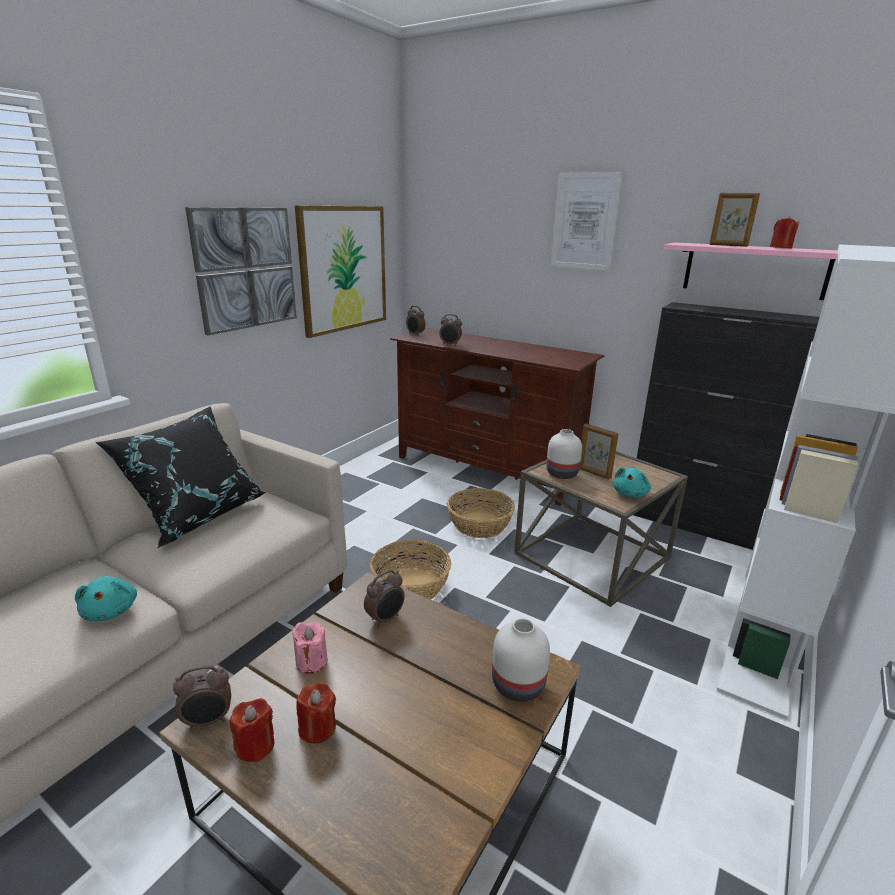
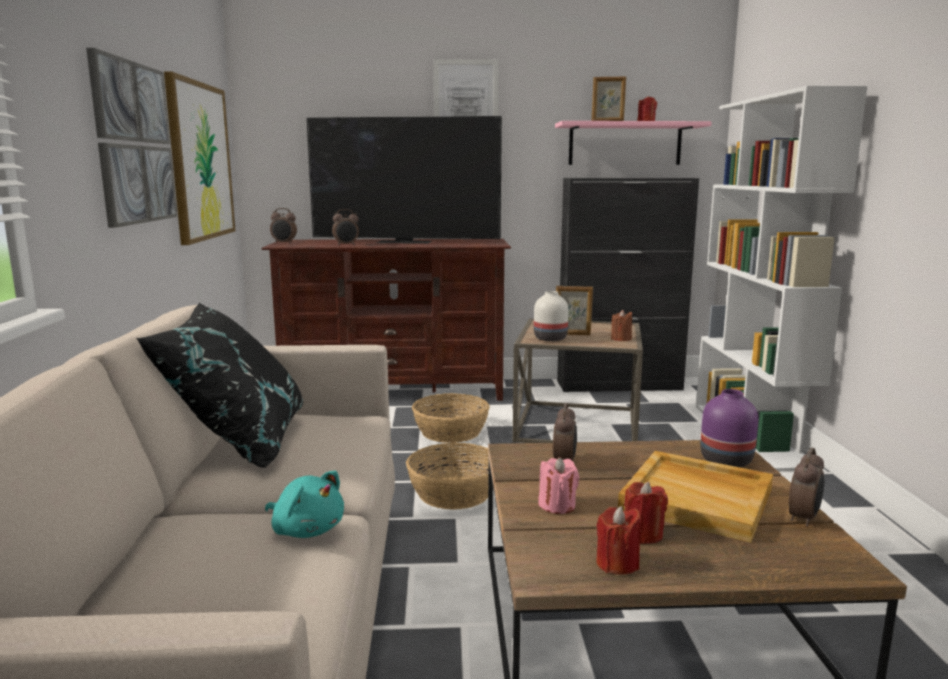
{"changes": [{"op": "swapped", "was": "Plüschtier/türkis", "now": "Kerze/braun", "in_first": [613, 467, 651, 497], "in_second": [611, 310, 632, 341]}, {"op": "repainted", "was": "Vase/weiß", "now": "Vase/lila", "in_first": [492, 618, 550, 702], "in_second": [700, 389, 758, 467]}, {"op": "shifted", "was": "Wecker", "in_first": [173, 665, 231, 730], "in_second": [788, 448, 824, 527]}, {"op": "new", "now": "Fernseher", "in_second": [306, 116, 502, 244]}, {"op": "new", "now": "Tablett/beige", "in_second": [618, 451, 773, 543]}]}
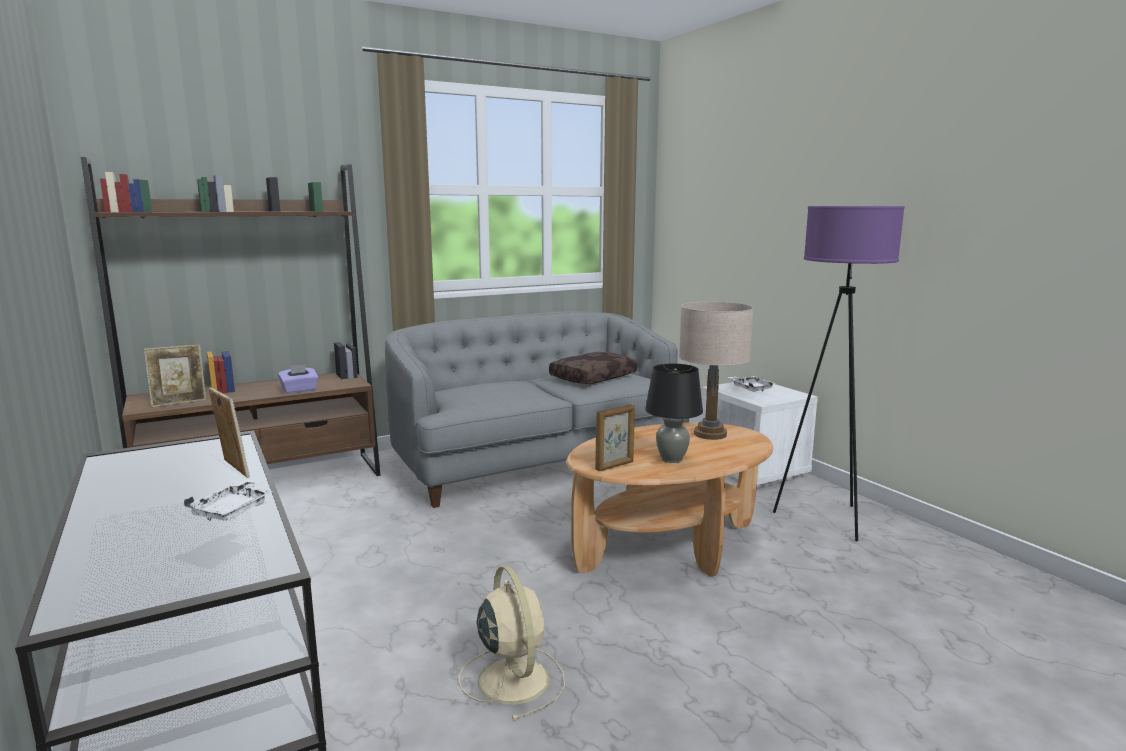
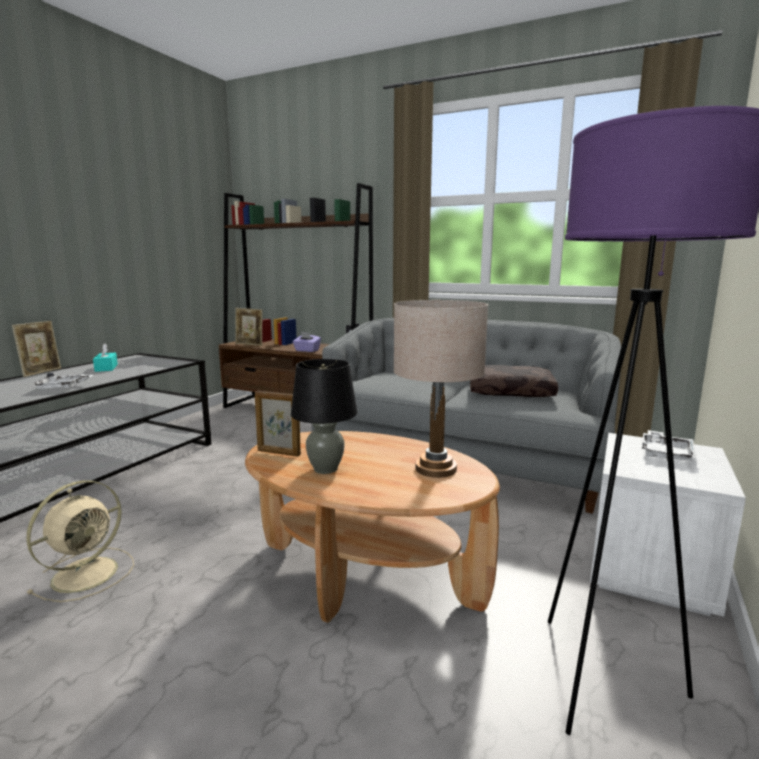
{"changes": [{"op": "shifted", "was": "Bilderrahmen", "in_first": [209, 388, 250, 478], "in_second": [12, 321, 61, 377]}, {"op": "new", "now": "Taschentuchbox/türkis", "in_second": [93, 343, 118, 372]}]}
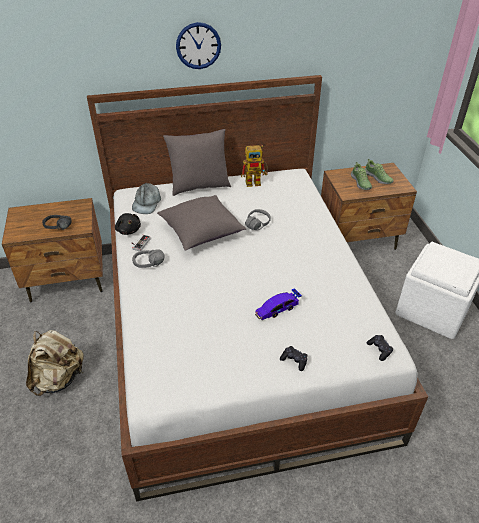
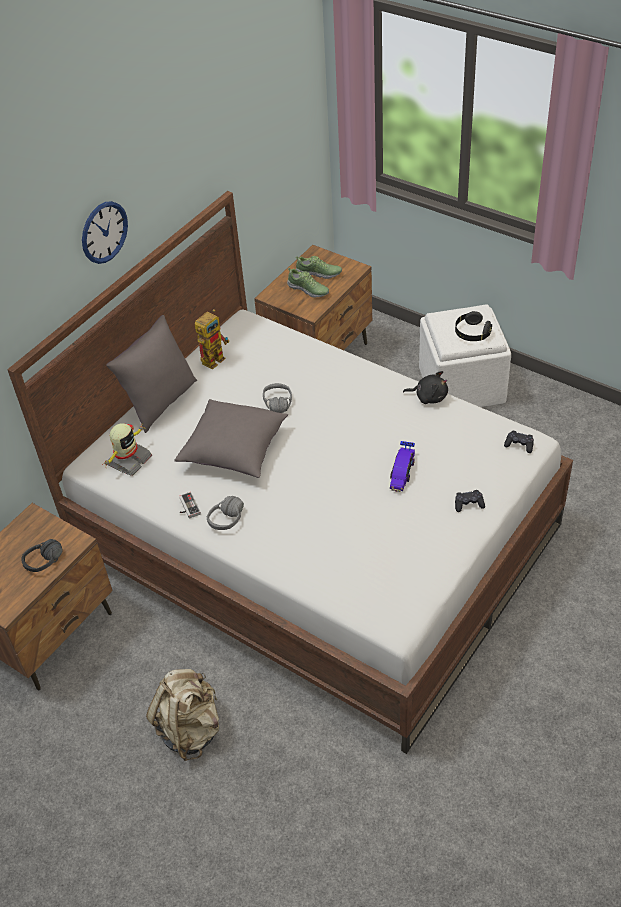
{"changes": [{"op": "swapped", "was": "Kappe/grau", "now": "Spielzeugroboter", "in_first": [132, 183, 161, 214], "in_second": [102, 423, 152, 476]}, {"op": "shifted", "was": "Plüschtier/schwarz", "in_first": [115, 213, 141, 235], "in_second": [403, 371, 448, 404]}, {"op": "new", "now": "Kopfhörer/schwarz", "in_second": [455, 311, 492, 341]}]}
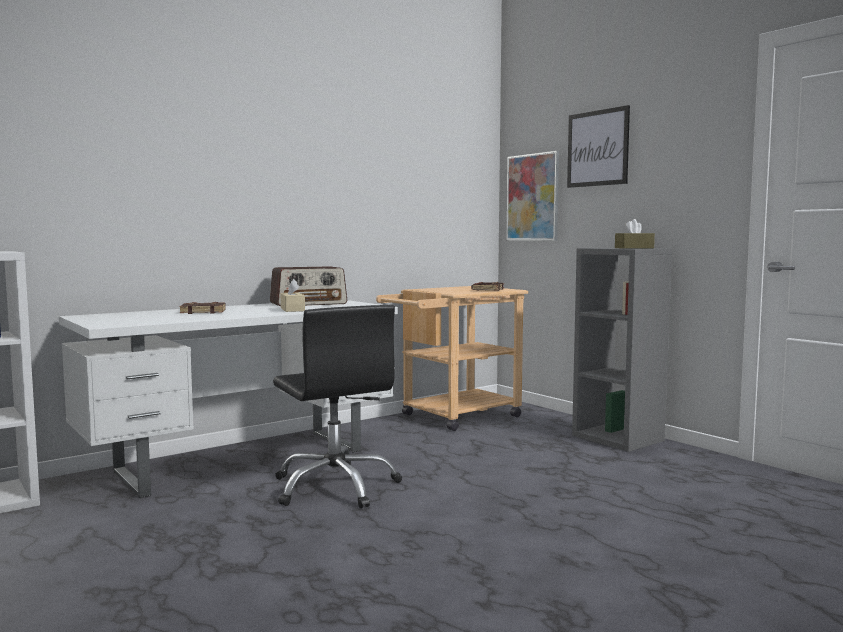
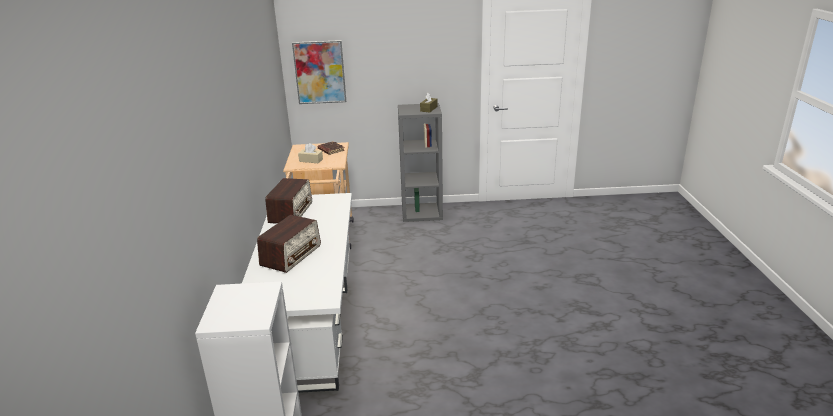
{"changes": [{"op": "gone", "was": "Bild", "in_first": [567, 105, 630, 188]}, {"op": "shifted", "was": "Taschentuchbox/beige", "in_first": [281, 279, 305, 312], "in_second": [298, 143, 323, 163]}, {"op": "swapped", "was": "Buch/braun", "now": "Radio", "in_first": [180, 302, 226, 314], "in_second": [257, 215, 321, 273]}, {"op": "gone", "was": "Bürostuhl/schwarz", "in_first": [273, 305, 402, 508]}]}
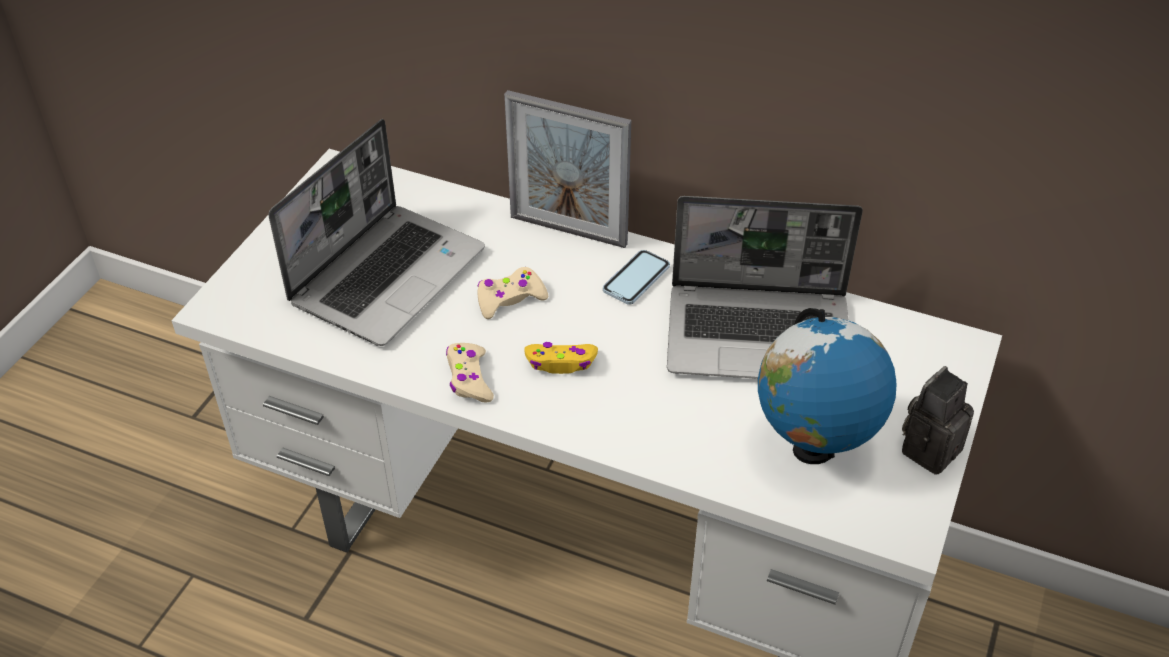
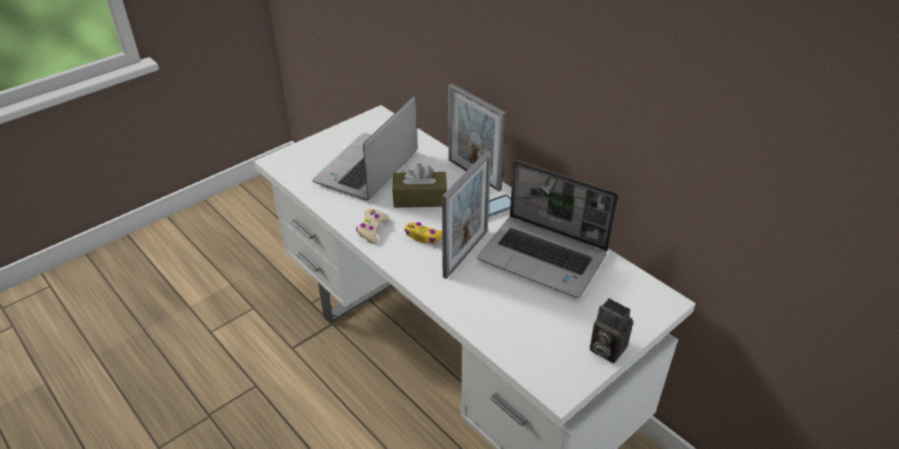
{"changes": [{"op": "rotated", "was": "Laptop", "in_first": [268, 119, 485, 346], "in_second": [313, 96, 418, 201], "clockwise": 150}, {"op": "swapped", "was": "Gamepad/beige", "now": "Taschentuchbox/braun", "in_first": [477, 267, 548, 319], "in_second": [392, 163, 447, 208]}, {"op": "gone", "was": "Globus", "in_first": [758, 308, 896, 464]}, {"op": "rotated", "was": "Kamera", "in_first": [902, 366, 974, 475], "in_second": [590, 298, 633, 363], "clockwise": -120}, {"op": "new", "now": "Bilderrahmen", "in_second": [442, 150, 491, 279]}]}
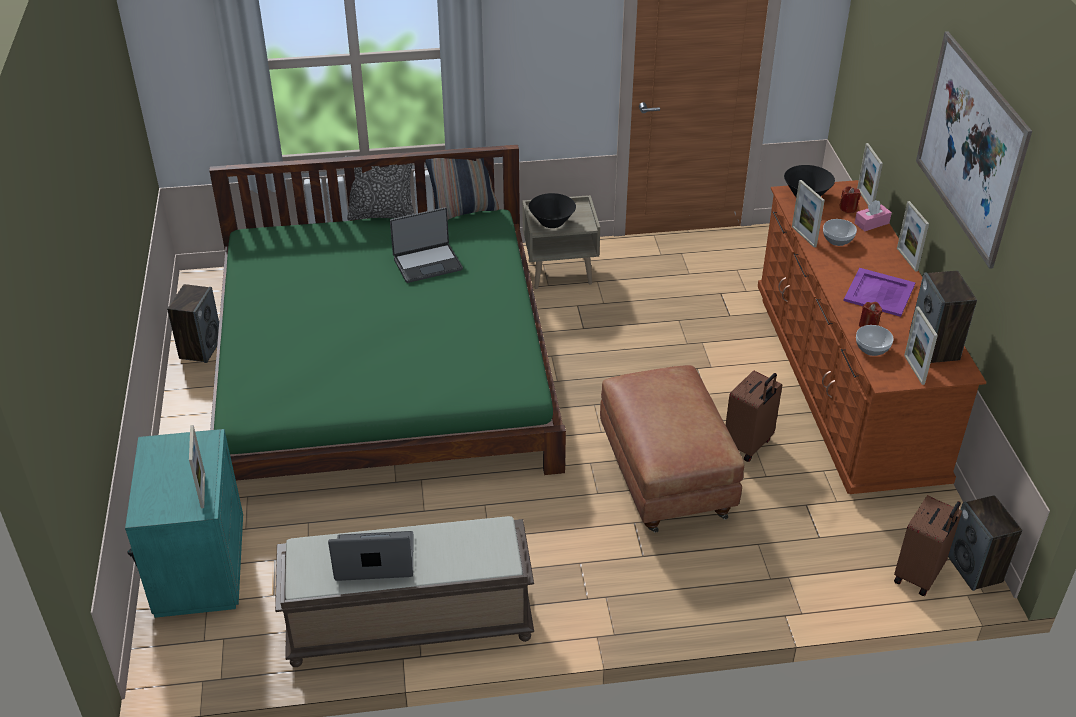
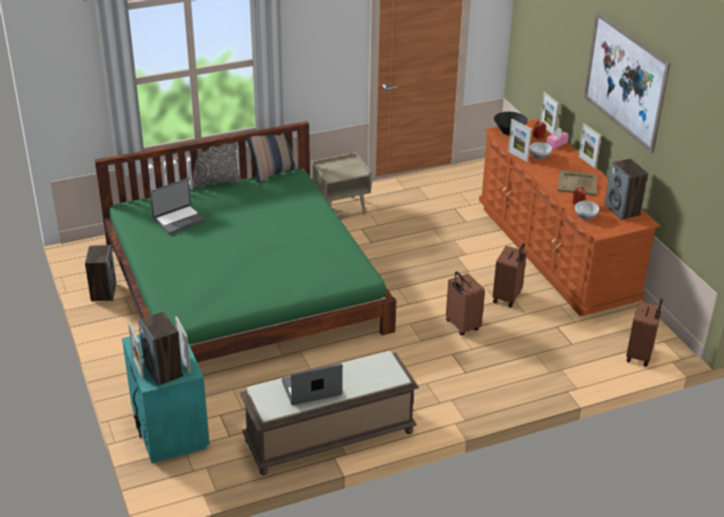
{"changes": [{"op": "gone", "was": "Schüssel/schwarz", "in_first": [529, 193, 576, 228]}, {"op": "shifted", "was": "Laptop", "in_first": [390, 207, 463, 283], "in_second": [150, 178, 206, 234]}, {"op": "repainted", "was": "Tablett/lila", "now": "Tablett/beige", "in_first": [843, 268, 915, 317], "in_second": [558, 170, 598, 196]}, {"op": "shifted", "was": "Bilderrahmen", "in_first": [904, 306, 938, 385], "in_second": [128, 322, 144, 379]}, {"op": "swapped", "was": "Polsterhocker/braun", "now": "Koffer/braun", "in_first": [600, 365, 744, 533], "in_second": [446, 271, 485, 335]}, {"op": "shifted", "was": "Lautsprecher", "in_first": [948, 495, 1022, 591], "in_second": [138, 311, 183, 386]}]}
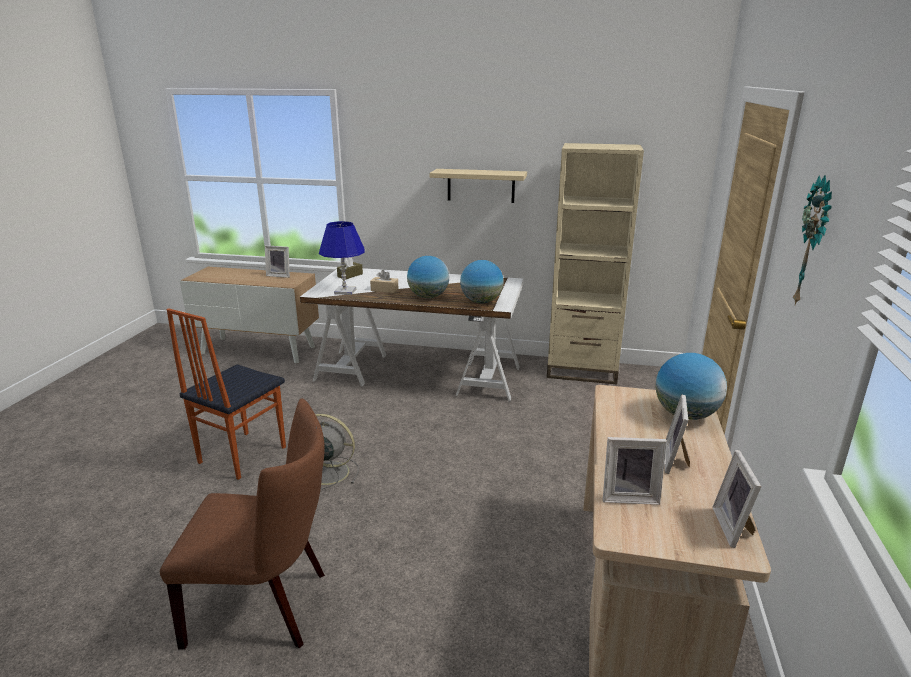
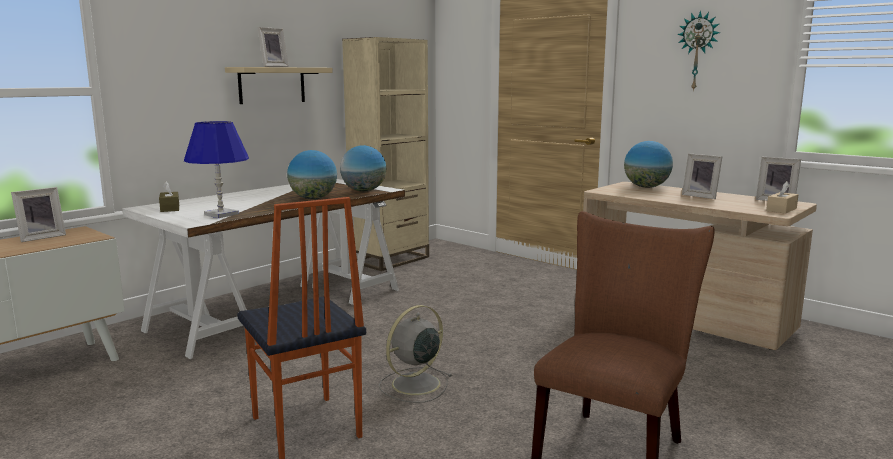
{"changes": [{"op": "shifted", "was": "Taschentuchbox/beige", "in_first": [370, 270, 398, 293], "in_second": [766, 181, 798, 214]}, {"op": "shifted", "was": "Bilderrahmen", "in_first": [603, 437, 667, 505], "in_second": [258, 27, 289, 67]}]}
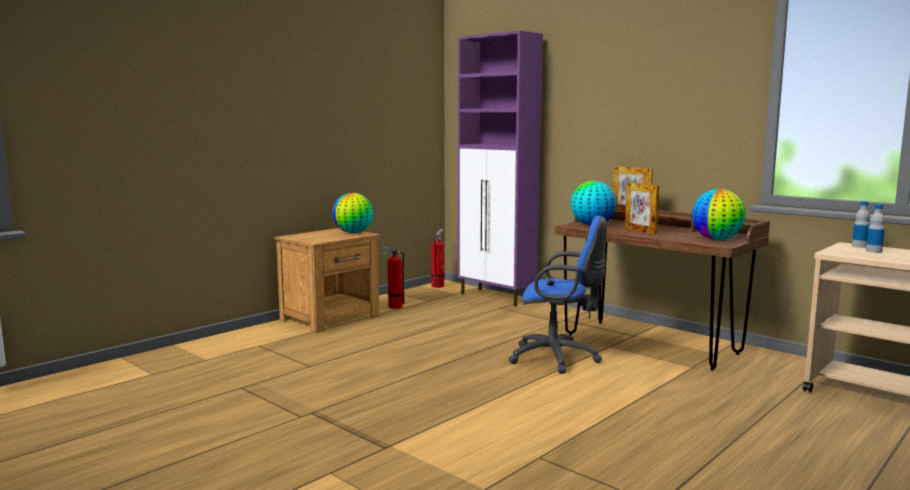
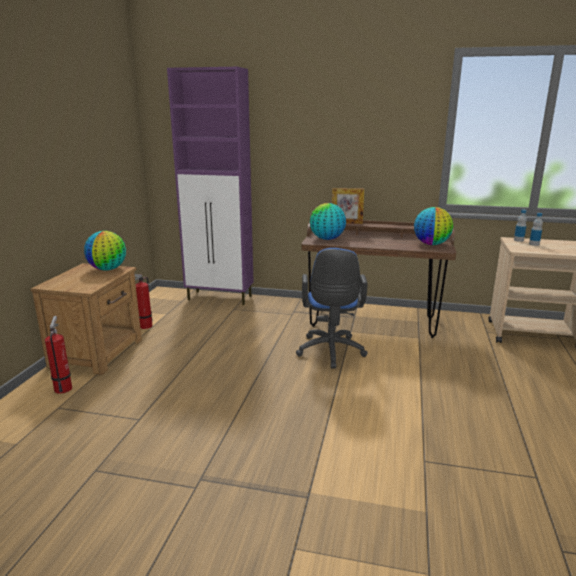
{"changes": [{"op": "gone", "was": "Bilderrahmen", "in_first": [625, 182, 659, 234]}, {"op": "rotated", "was": "Bürostuhl/blau", "in_first": [508, 216, 607, 374], "in_second": [296, 248, 368, 368], "clockwise": 105}, {"op": "shifted", "was": "Feuerlöscher", "in_first": [431, 229, 445, 288], "in_second": [45, 316, 72, 394]}]}
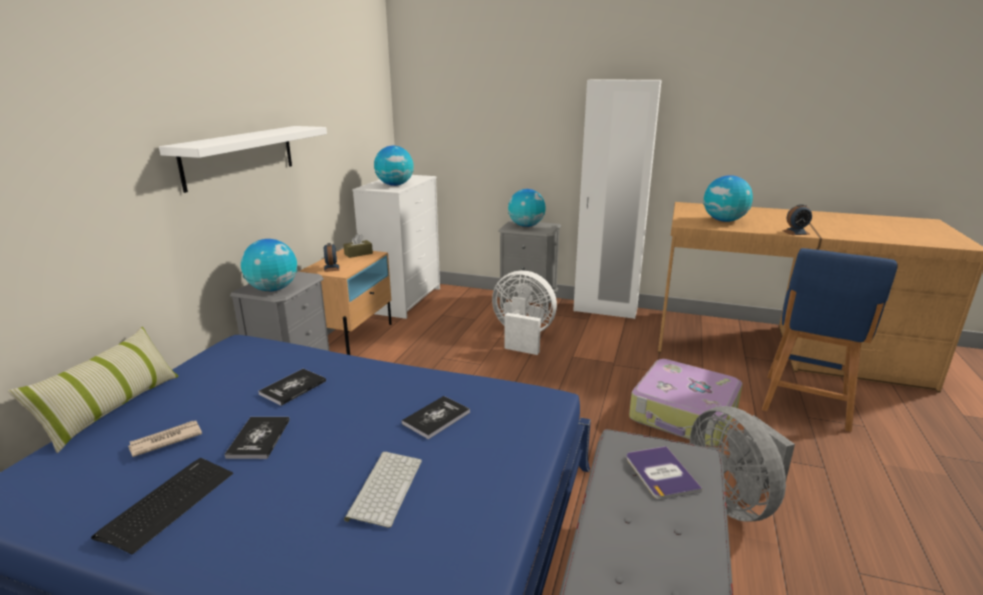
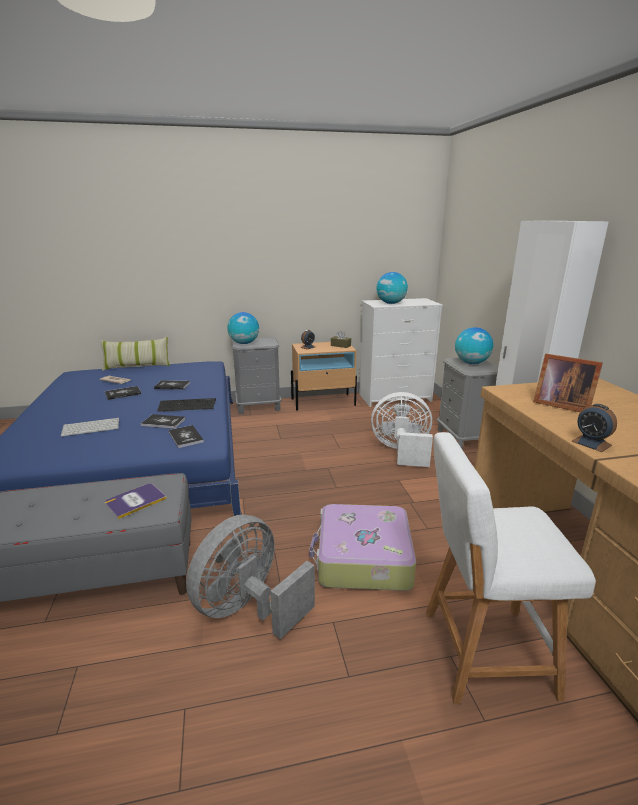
{"changes": [{"op": "gone", "was": "Wandregal/weiß", "in_first": [159, 126, 327, 193]}, {"op": "swapped", "was": "Globus", "now": "Bilderrahmen", "in_first": [703, 175, 753, 222], "in_second": [533, 353, 603, 412]}, {"op": "repainted", "was": "Hocker/blau", "now": "Hocker/weiß", "in_first": [762, 248, 897, 432], "in_second": [426, 432, 596, 704]}, {"op": "rotated", "was": "Ventilator/weiß", "in_first": [492, 270, 557, 355], "in_second": [371, 392, 433, 467], "clockwise": -75}, {"op": "shifted", "was": "Tastatur", "in_first": [91, 458, 233, 554], "in_second": [157, 398, 216, 412]}, {"op": "new", "now": "Buch", "in_second": [169, 425, 204, 448]}]}
